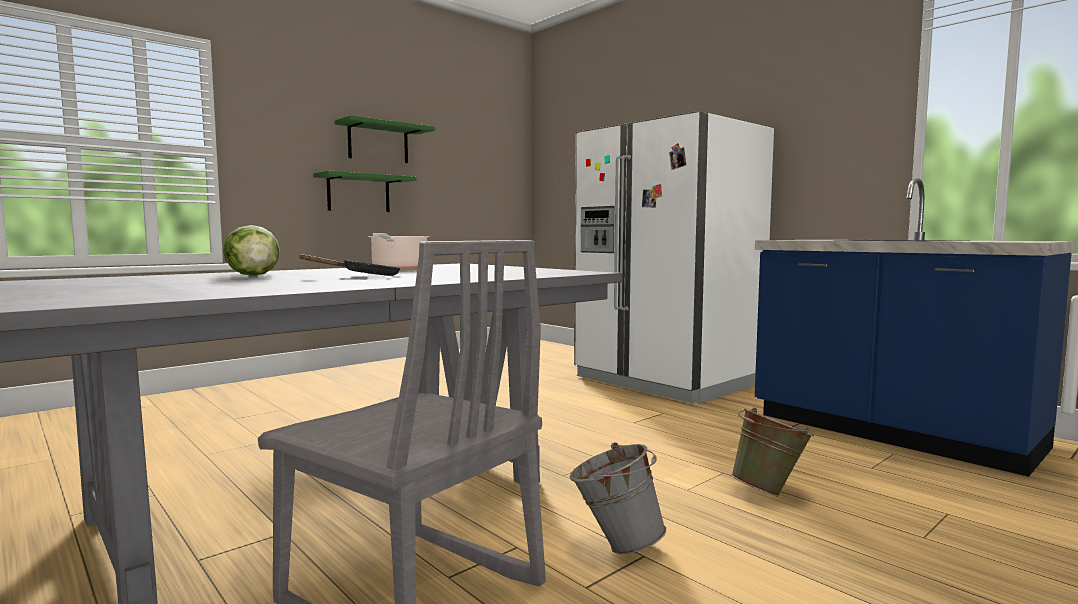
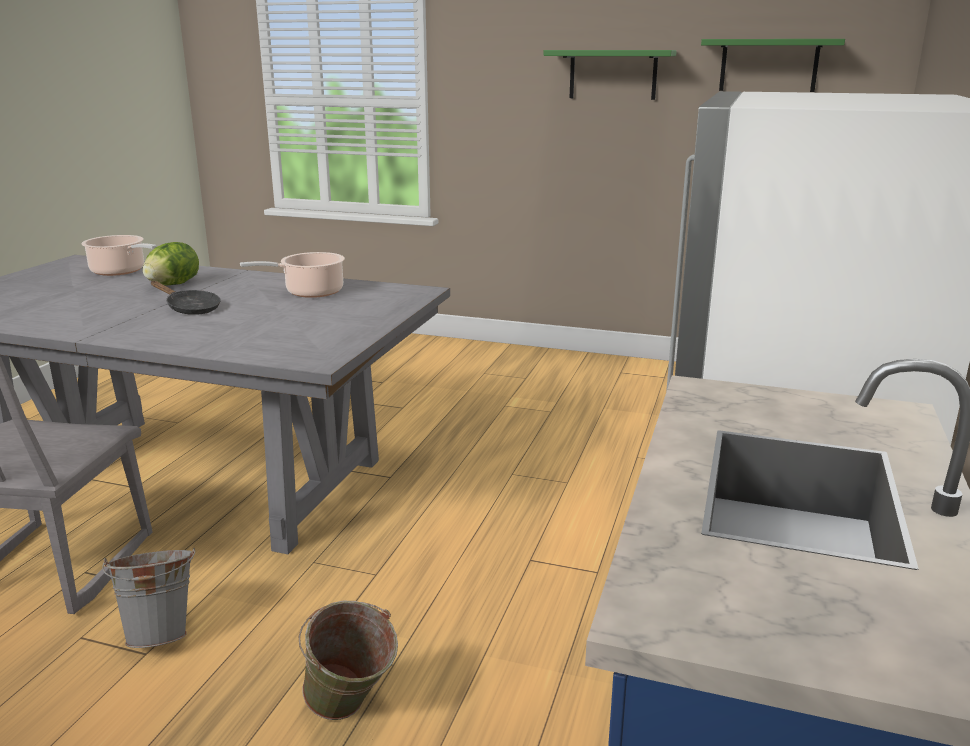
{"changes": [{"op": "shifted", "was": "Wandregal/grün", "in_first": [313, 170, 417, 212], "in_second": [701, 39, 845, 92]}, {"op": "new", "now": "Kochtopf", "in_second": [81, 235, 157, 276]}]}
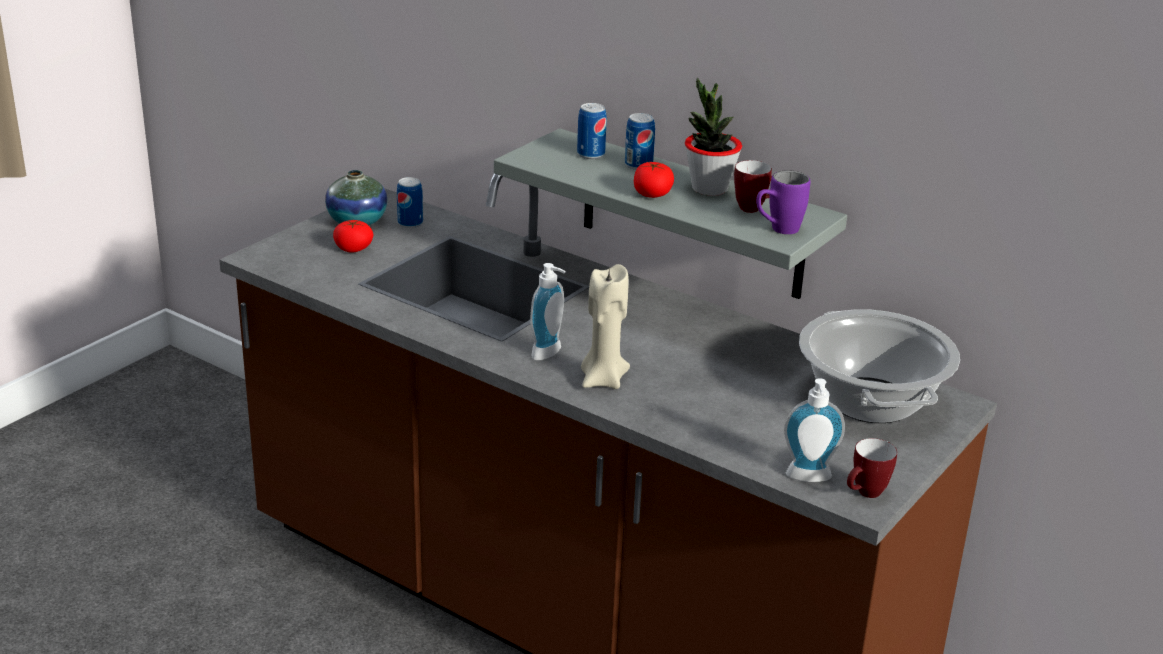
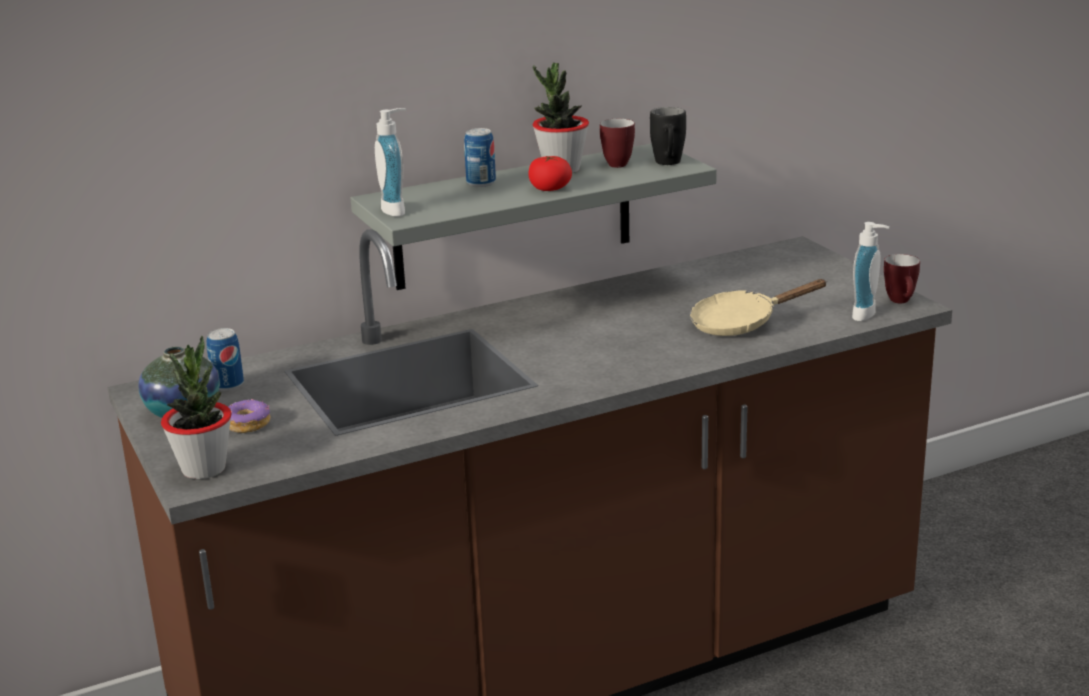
{"changes": [{"op": "gone", "was": "Dose", "in_first": [577, 103, 607, 159]}, {"op": "repainted", "was": "Henkelbecher/lila", "now": "Henkelbecher/schwarz", "in_first": [756, 170, 811, 234], "in_second": [650, 107, 686, 165]}, {"op": "swapped", "was": "Tomate", "now": "Donut", "in_first": [333, 220, 373, 253], "in_second": [228, 399, 271, 433]}, {"op": "shifted", "was": "Seifenspender", "in_first": [530, 263, 566, 360], "in_second": [375, 108, 406, 217]}, {"op": "gone", "was": "Kerze/beige", "in_first": [581, 264, 630, 389]}, {"op": "gone", "was": "Kochtopf", "in_first": [799, 309, 960, 423]}, {"op": "new", "now": "Pfanne/beige", "in_second": [690, 279, 827, 336]}, {"op": "new", "now": "Topfpflanze", "in_second": [161, 336, 232, 479]}]}
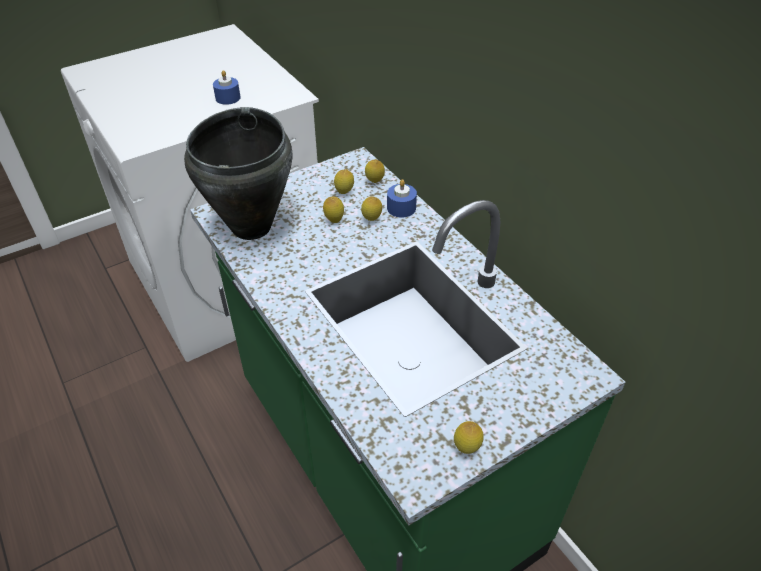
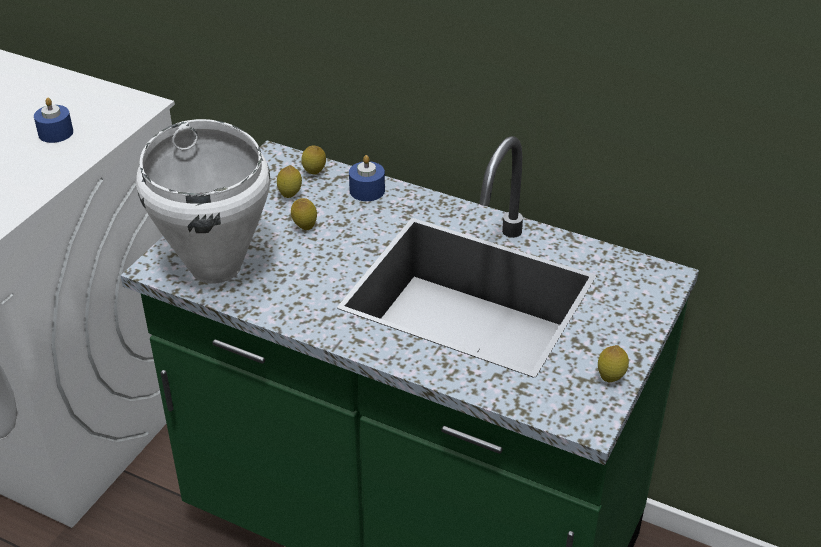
{"changes": [{"op": "repainted", "was": "Kochtopf/schwarz", "now": "Kochtopf/weiß", "in_first": [184, 107, 292, 240], "in_second": [136, 119, 270, 284]}, {"op": "gone", "was": "Zitrone", "in_first": [361, 197, 382, 221]}]}
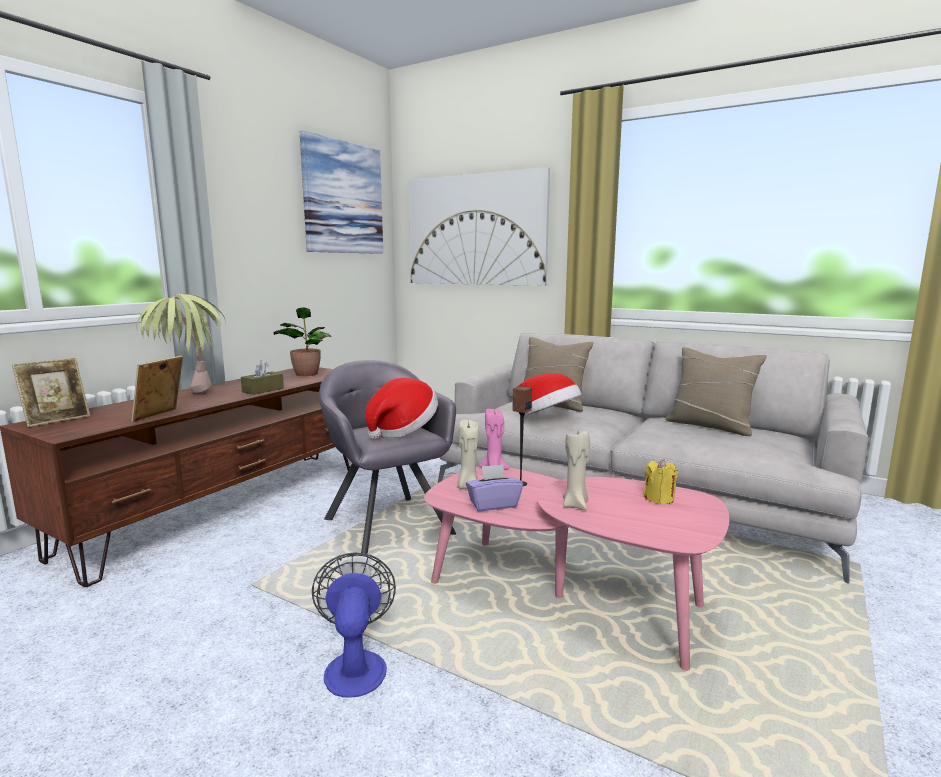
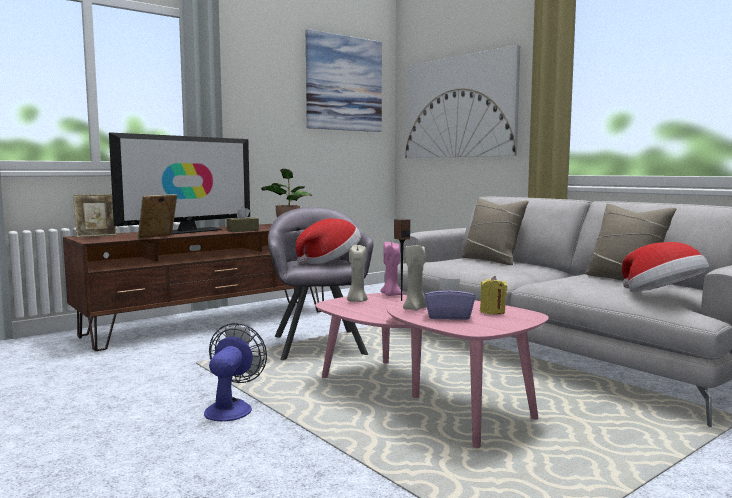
{"changes": [{"op": "swapped", "was": "Topfpflanze", "now": "Fernseher", "in_first": [136, 294, 226, 393], "in_second": [109, 132, 250, 235]}, {"op": "shifted", "was": "Hut", "in_first": [517, 373, 581, 416], "in_second": [622, 242, 710, 292]}, {"op": "shifted", "was": "Taschentuchbox/lila", "in_first": [466, 464, 523, 511], "in_second": [425, 278, 475, 320]}]}
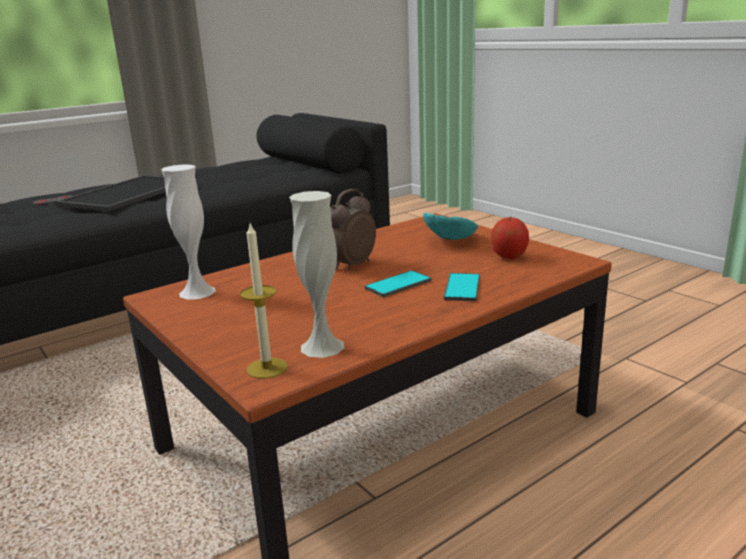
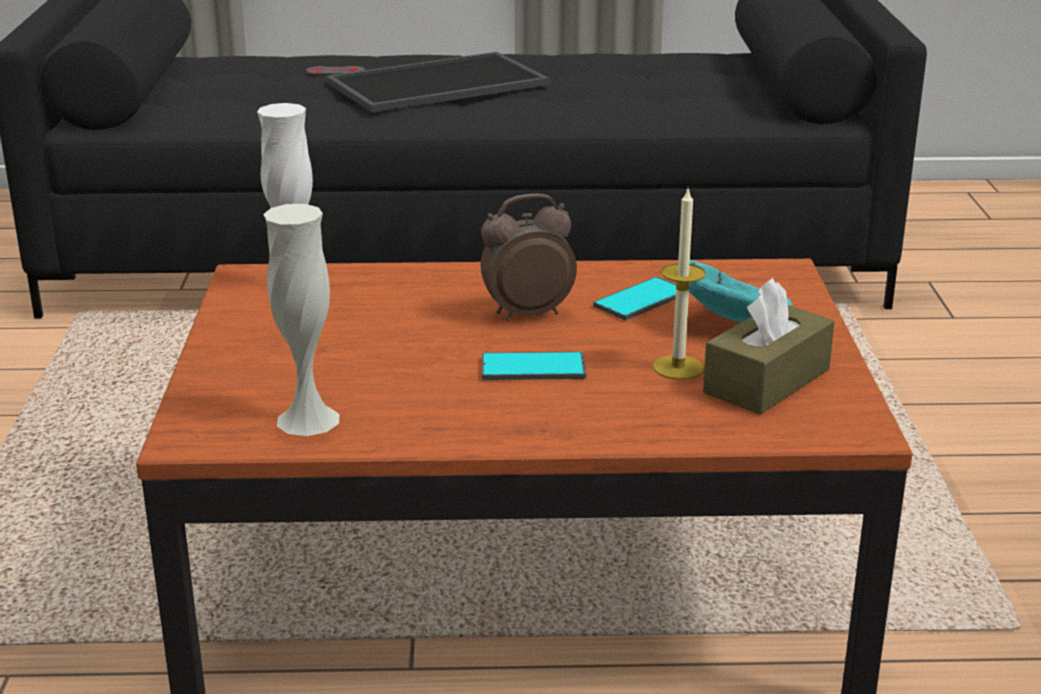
{"changes": [{"op": "swapped", "was": "Apfel", "now": "Taschentuchbox/braun", "in_first": [491, 217, 529, 259], "in_second": [703, 278, 834, 415]}, {"op": "shifted", "was": "Kerze", "in_first": [240, 224, 288, 379], "in_second": [653, 189, 706, 380]}, {"op": "shifted", "was": "Handy", "in_first": [444, 273, 480, 301], "in_second": [593, 277, 676, 320]}]}
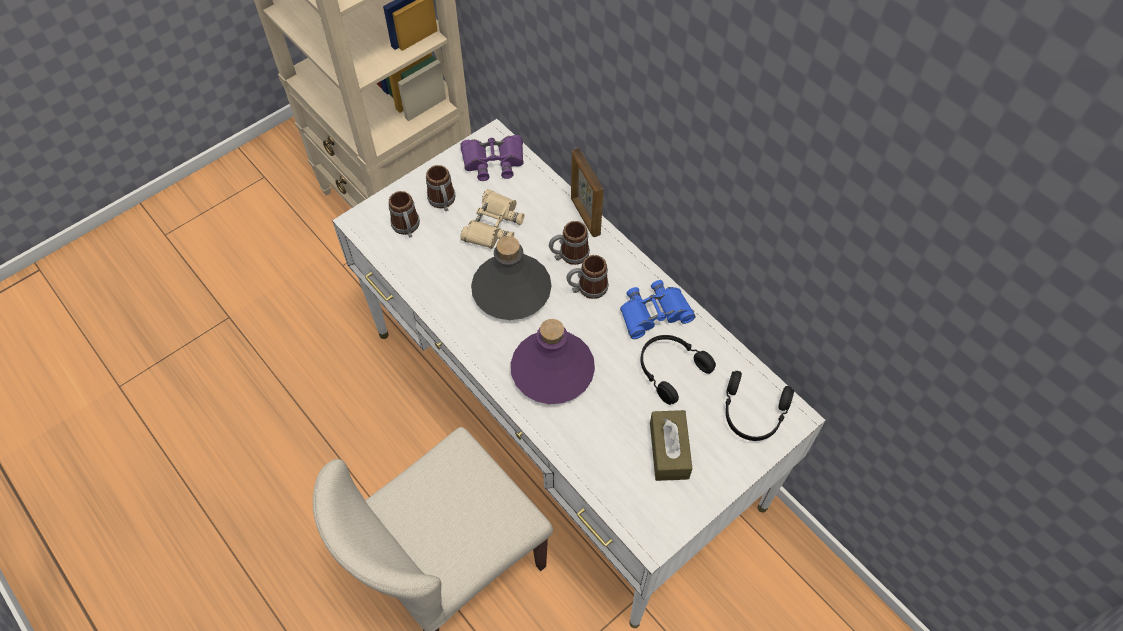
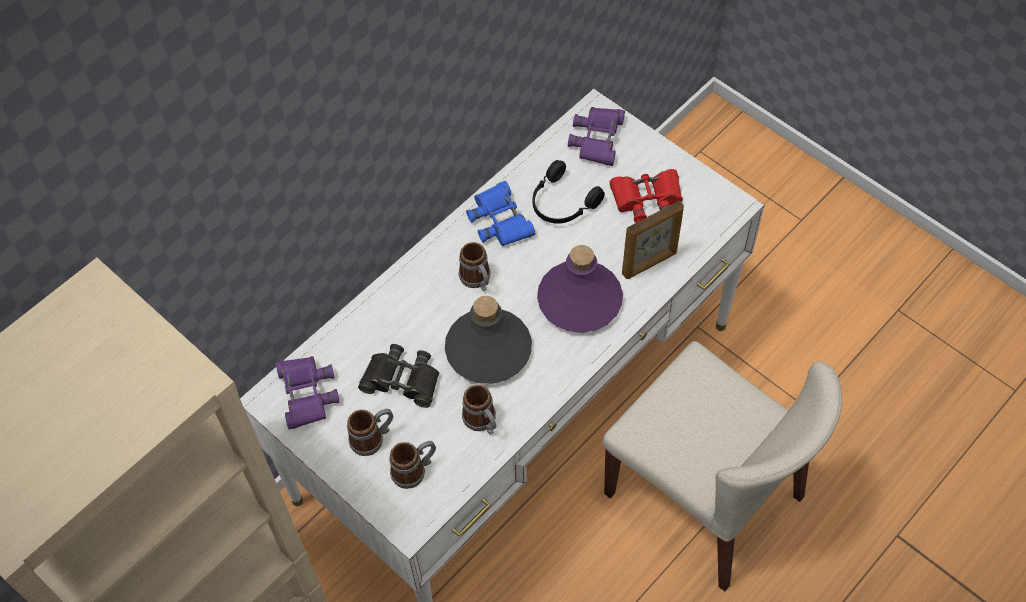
{"changes": [{"op": "shifted", "was": "Bilderrahmen", "in_first": [571, 148, 604, 237], "in_second": [622, 201, 684, 279]}, {"op": "repainted", "was": "Fernglas/beige", "now": "Fernglas/schwarz", "in_first": [460, 189, 524, 249], "in_second": [358, 344, 439, 408]}, {"op": "shifted", "was": "Henkelbecher", "in_first": [549, 221, 590, 265], "in_second": [462, 385, 496, 434]}, {"op": "swapped", "was": "Kopfhörer/schwarz", "now": "Fernglas/lila", "in_first": [726, 371, 794, 441], "in_second": [568, 107, 625, 166]}, {"op": "swapped", "was": "Taschentuchbox/braun", "now": "Fernglas/rot", "in_first": [650, 410, 692, 481], "in_second": [609, 169, 683, 223]}]}
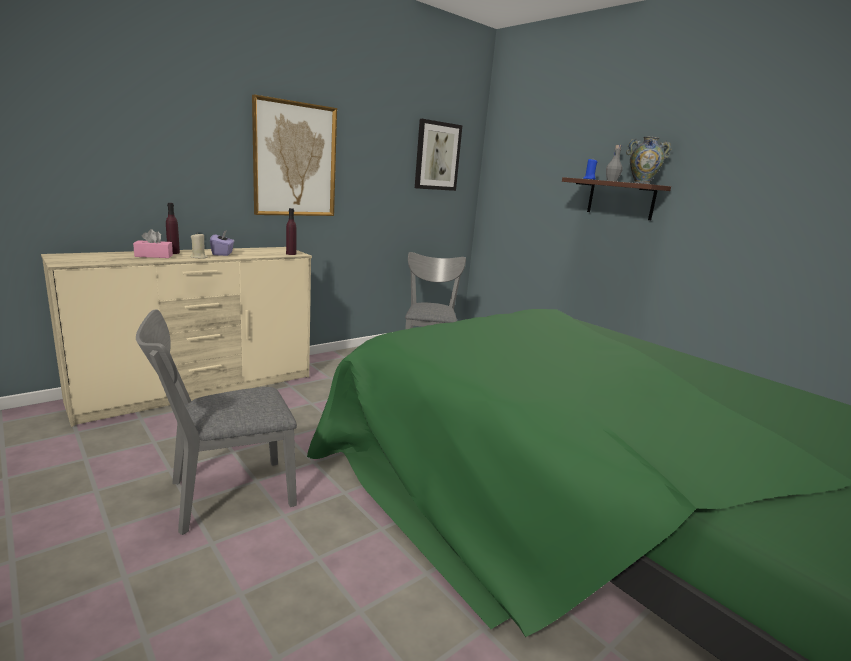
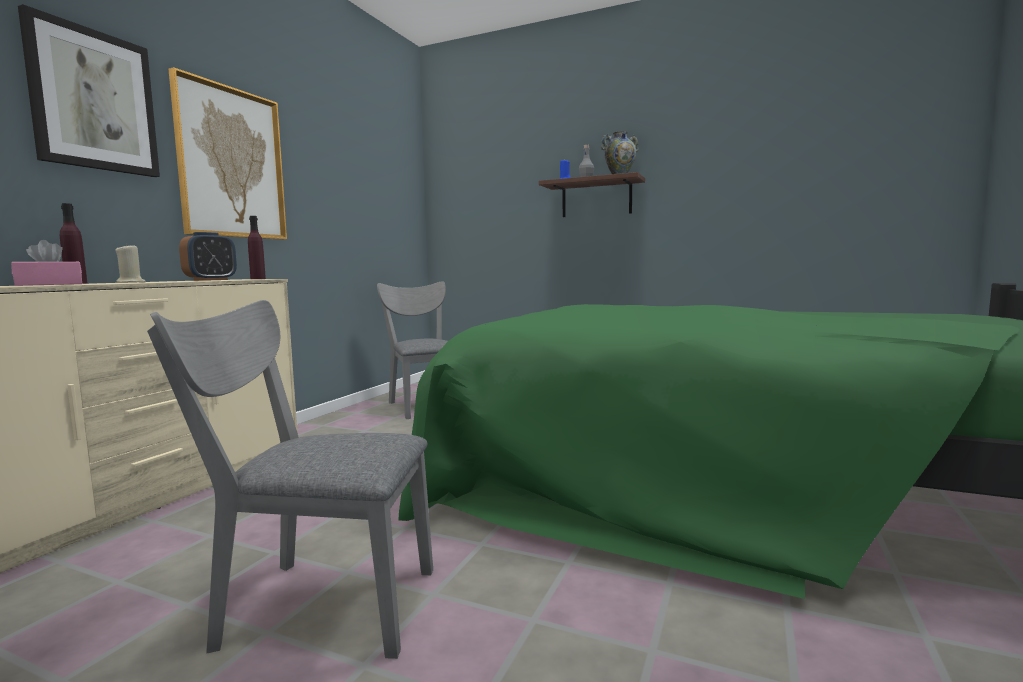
{"changes": [{"op": "shifted", "was": "Bild", "in_first": [415, 119, 462, 191], "in_second": [18, 4, 160, 177]}, {"op": "gone", "was": "Taschentuchbox/lila", "in_first": [210, 230, 234, 256]}, {"op": "rotated", "was": "Stuhl/grau", "in_first": [136, 309, 297, 535], "in_second": [147, 300, 433, 659], "clockwise": 60}, {"op": "new", "now": "Wecker", "in_second": [179, 232, 237, 281]}]}
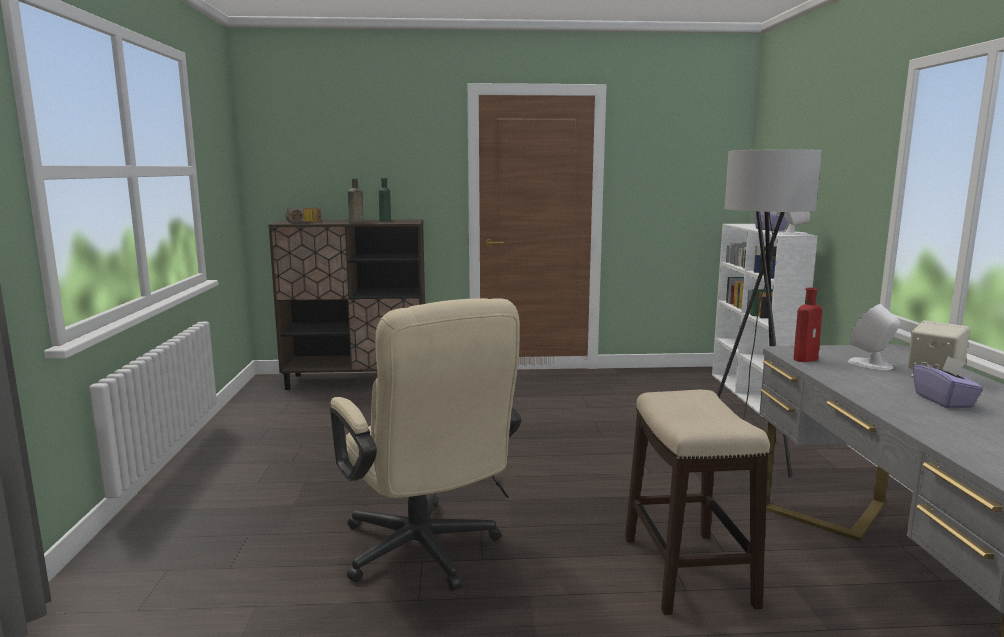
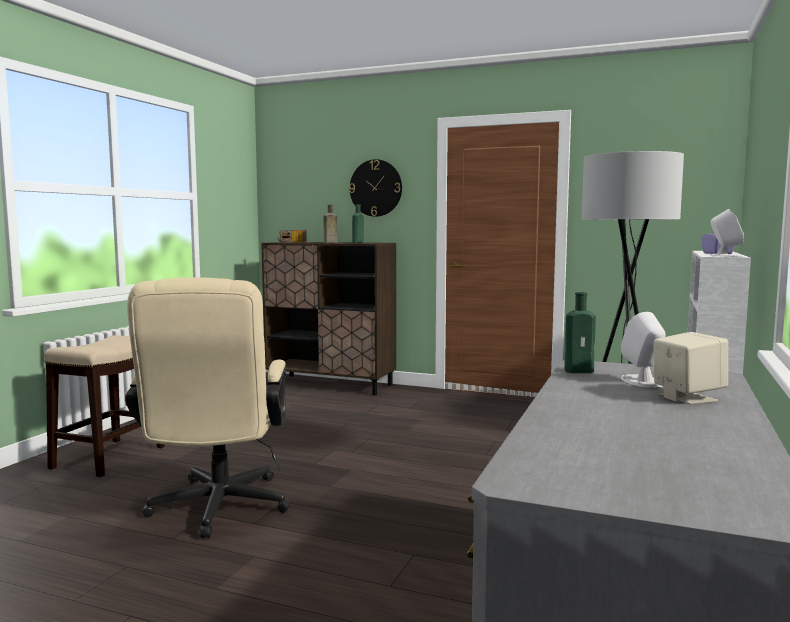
{"changes": [{"op": "repainted", "was": "Flasche/rot", "now": "Flasche/grün", "in_first": [794, 288, 822, 362], "in_second": [564, 292, 596, 373]}, {"op": "gone", "was": "Taschentuchbox/lila", "in_first": [913, 356, 983, 408]}, {"op": "shifted", "was": "Hocker", "in_first": [625, 389, 770, 615], "in_second": [44, 335, 165, 477]}, {"op": "new", "now": "Wanduhr", "in_second": [349, 159, 402, 217]}]}
